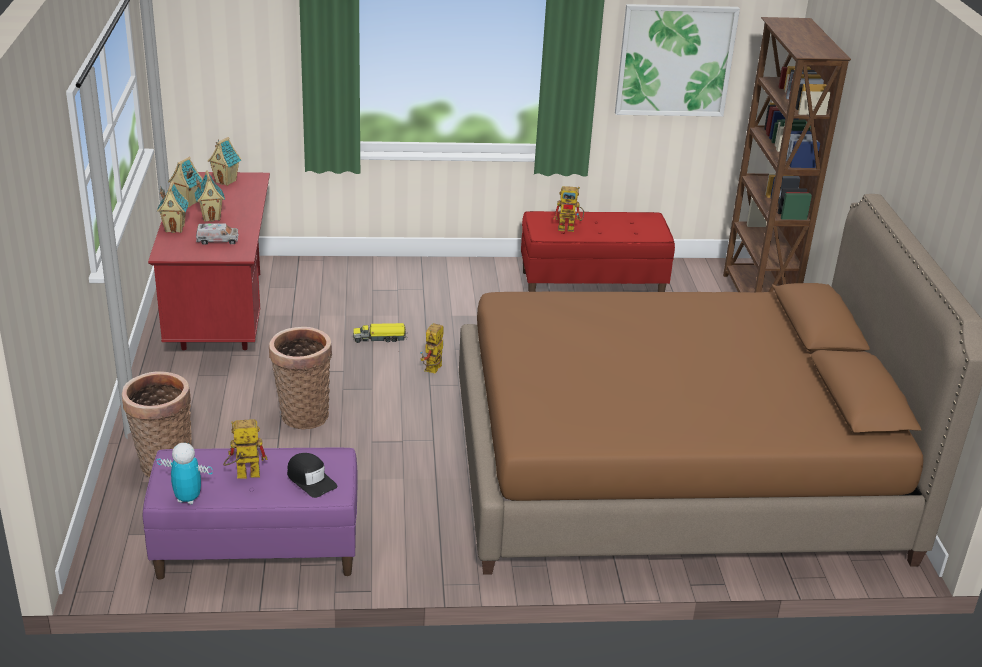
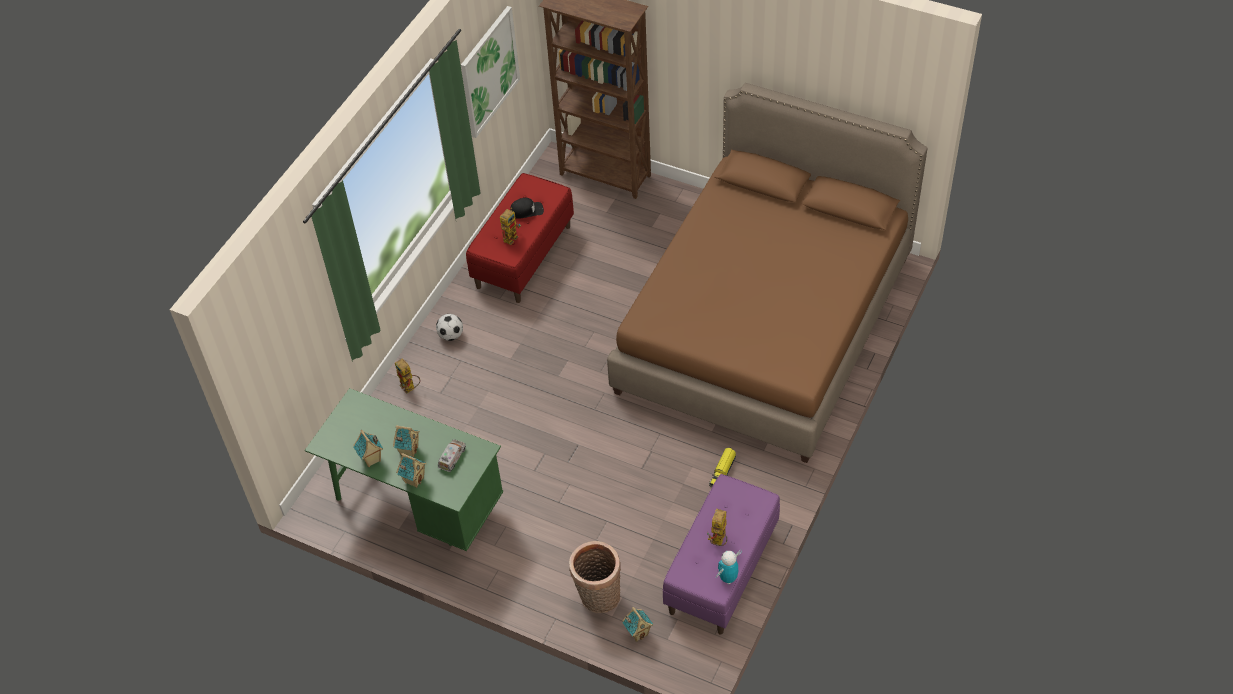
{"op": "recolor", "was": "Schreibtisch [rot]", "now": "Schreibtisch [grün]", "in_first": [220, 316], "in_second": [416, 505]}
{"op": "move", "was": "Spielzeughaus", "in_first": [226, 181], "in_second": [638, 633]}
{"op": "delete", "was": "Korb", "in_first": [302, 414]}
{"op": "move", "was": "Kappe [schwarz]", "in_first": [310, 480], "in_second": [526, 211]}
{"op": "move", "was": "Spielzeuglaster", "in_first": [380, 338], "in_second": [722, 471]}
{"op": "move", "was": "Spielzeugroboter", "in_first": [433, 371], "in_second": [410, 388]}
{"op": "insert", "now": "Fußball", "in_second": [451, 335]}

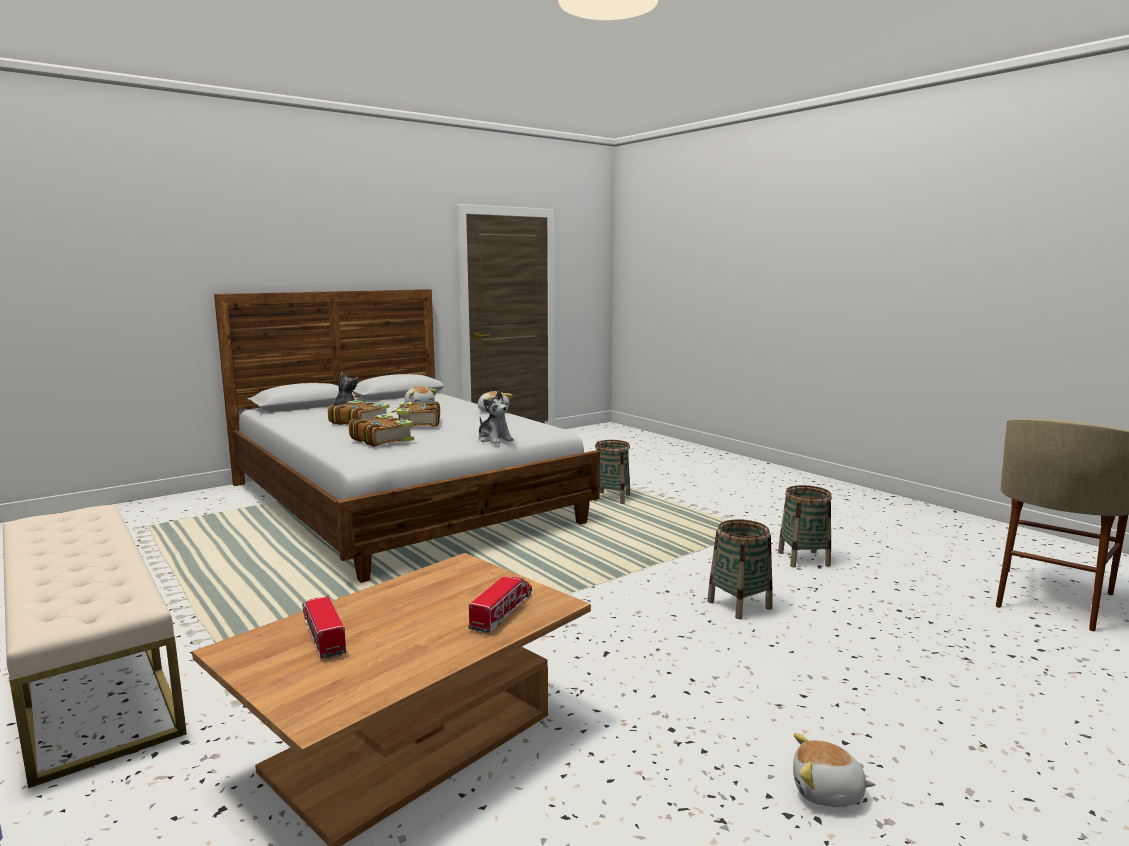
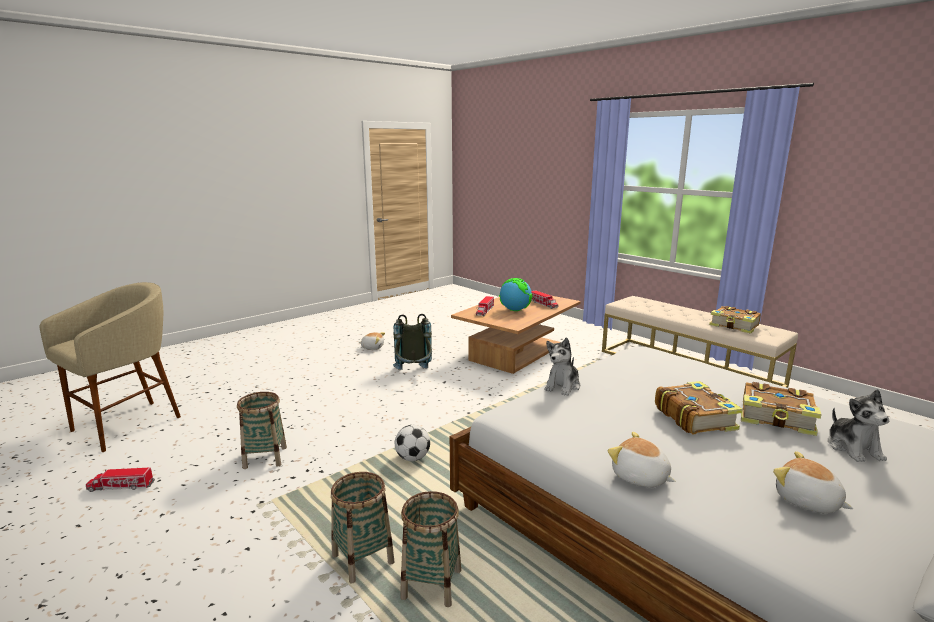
{"op": "move", "was": "Buch", "in_first": [382, 439], "in_second": [734, 326]}
{"op": "rotate", "was": "Plüschtier", "in_first": [494, 439], "in_second": [563, 386], "clockwise": -105}
{"op": "move", "was": "Korb", "in_first": [739, 605], "in_second": [363, 558]}
{"op": "insert", "now": "Spielzeuglaster", "in_second": [121, 487]}
{"op": "insert", "now": "Rucksack [grau]", "in_second": [414, 373]}
{"op": "insert", "now": "Fußball", "in_second": [412, 458]}
{"op": "insert", "now": "Globus", "in_second": [515, 310]}

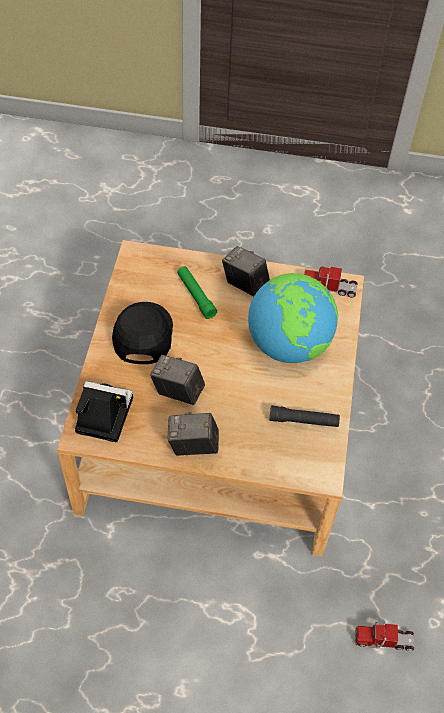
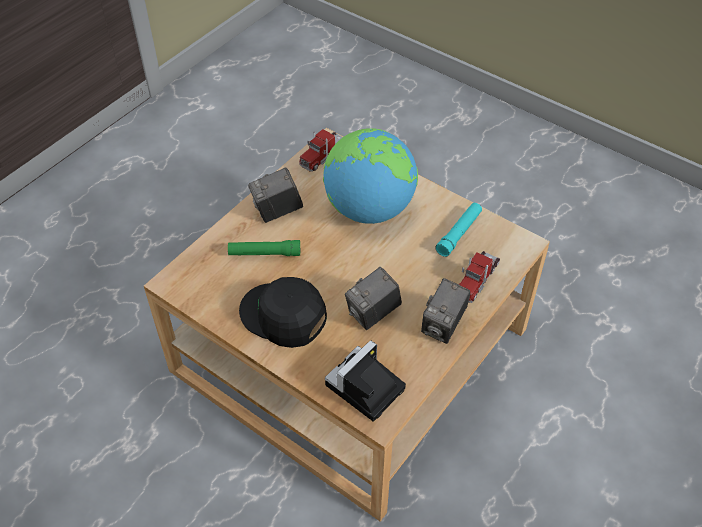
{"op": "recolor", "was": "Taschenlampe [schwarz]", "now": "Taschenlampe [türkis]", "in_first": [303, 421], "in_second": [459, 233]}
{"op": "move", "was": "Spielzeuglaster", "in_first": [383, 640], "in_second": [477, 279]}

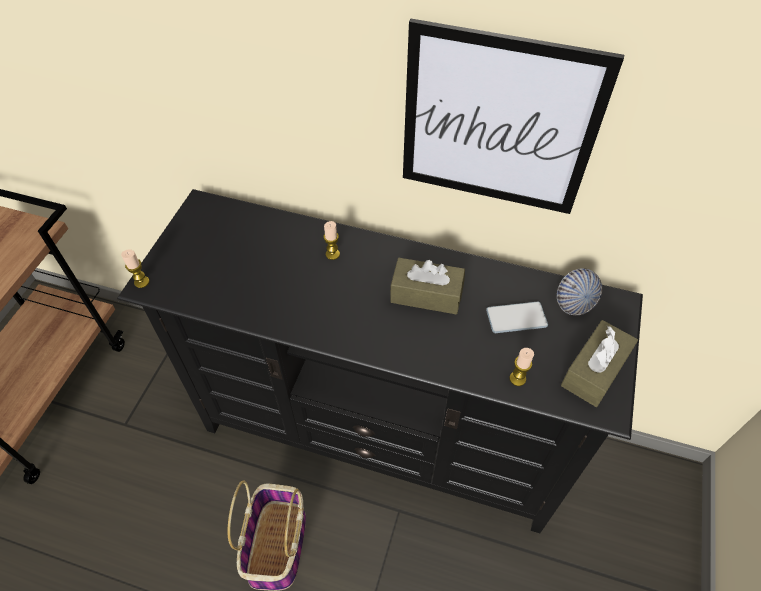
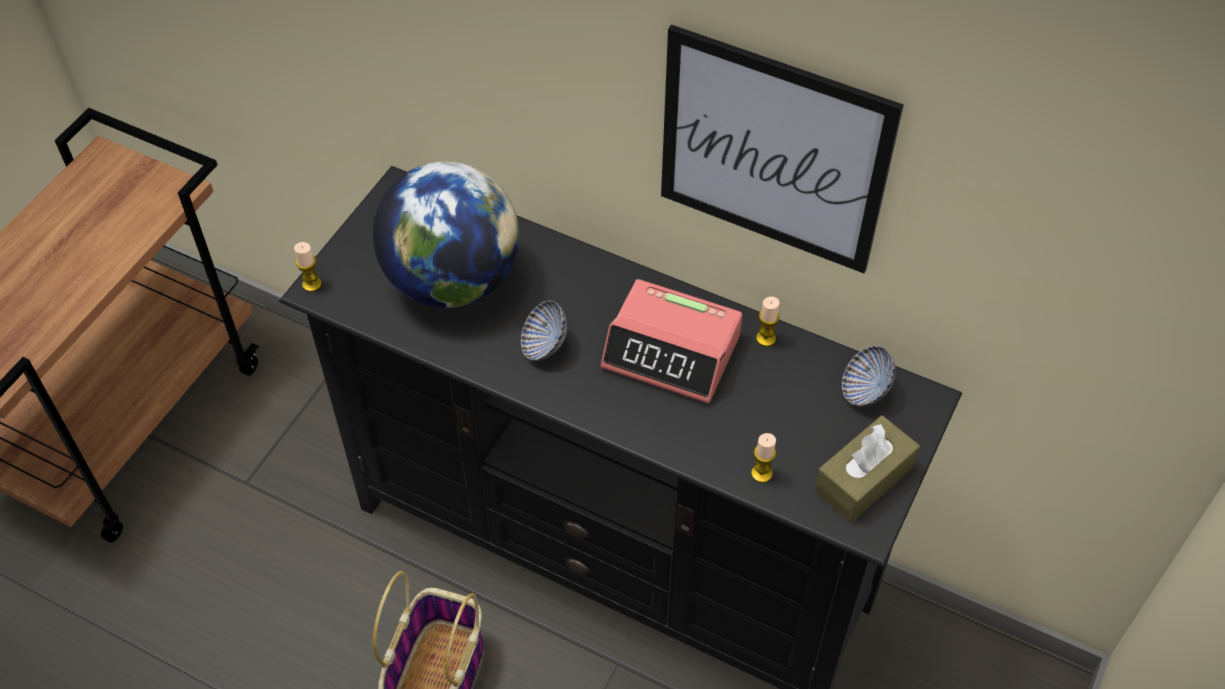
{"op": "move", "was": "Kerze", "in_first": [332, 254], "in_second": [766, 338]}
{"op": "replace", "was": "Taschentuchbox [braun]", "now": "Wecker", "in_first": [426, 294], "in_second": [672, 352]}
{"op": "delete", "was": "Handy", "in_first": [516, 318]}
{"op": "insert", "now": "Globus", "in_second": [452, 280]}
{"op": "insert", "now": "Schüssel", "in_second": [544, 345]}

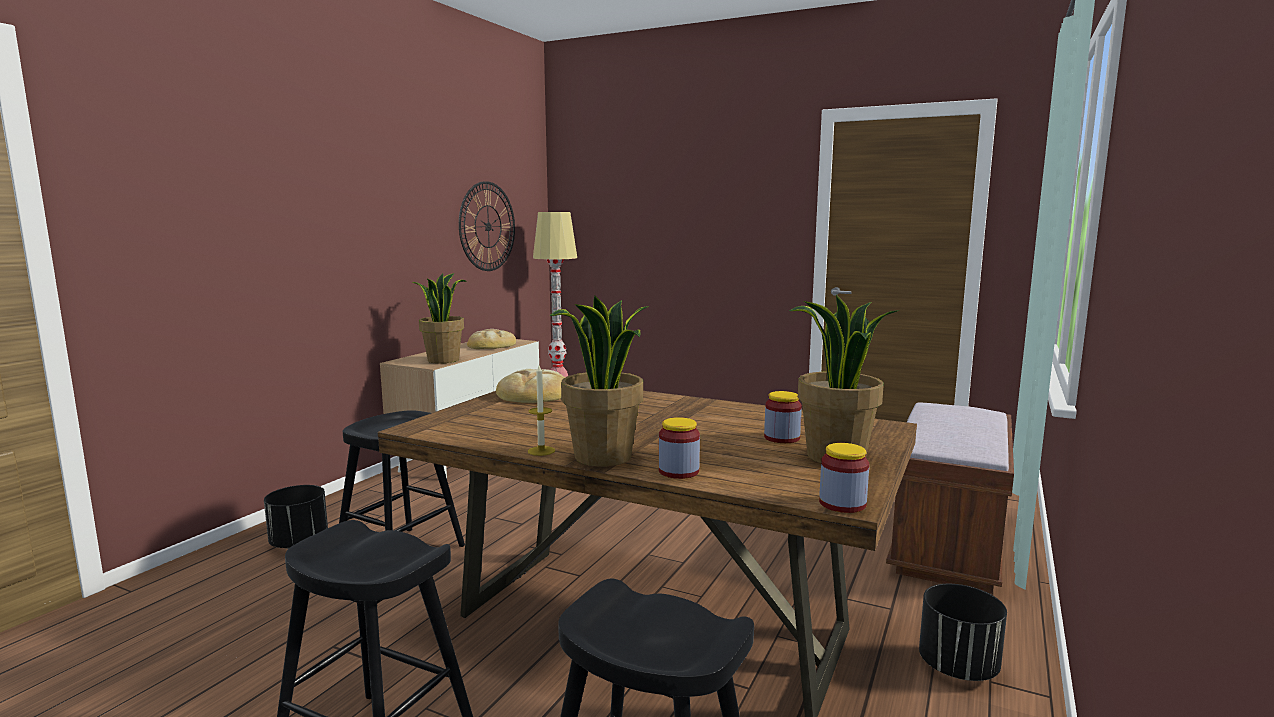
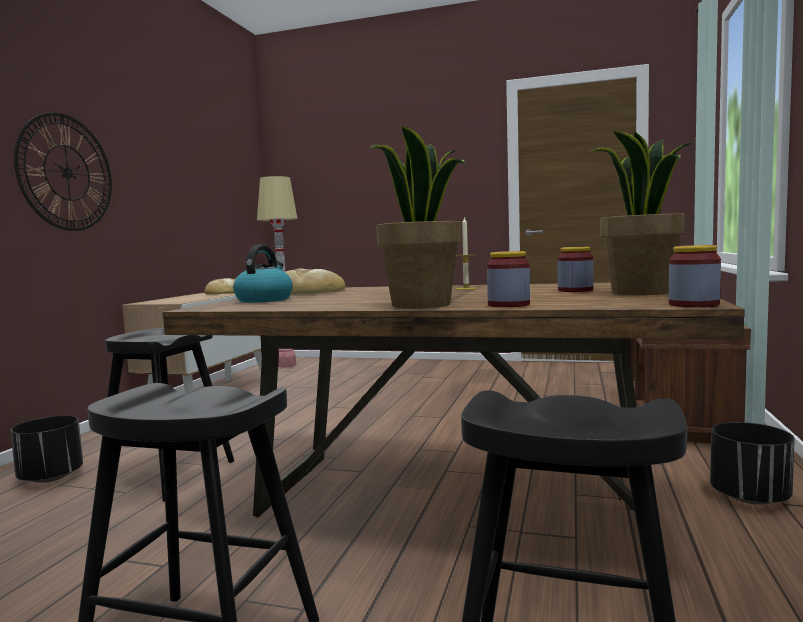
{"op": "delete", "was": "Topfpflanze", "in_first": [443, 360]}
{"op": "move", "was": "Wanduhr", "in_first": [487, 226], "in_second": [67, 173]}
{"op": "move", "was": "Kerze", "in_first": [541, 451], "in_second": [466, 289]}
{"op": "insert", "now": "Wasserkessel", "in_second": [264, 300]}

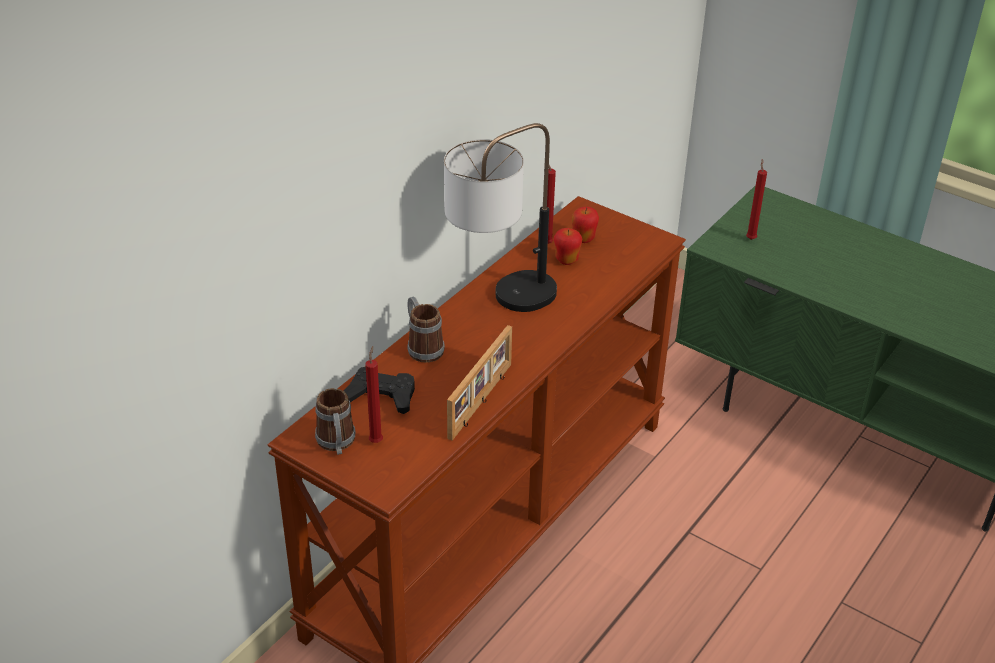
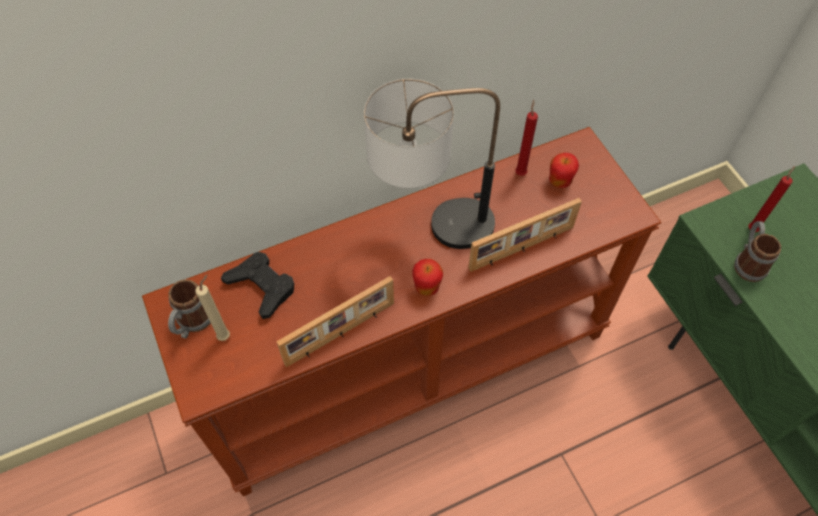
{"op": "recolor", "was": "Kerze [rot]", "now": "Kerze [beige]", "in_first": [376, 440], "in_second": [225, 335]}
{"op": "move", "was": "Henkelbecher", "in_first": [422, 346], "in_second": [748, 262]}
{"op": "move", "was": "Apfel", "in_first": [566, 260], "in_second": [427, 287]}
{"op": "insert", "now": "Bilderrahmen", "in_second": [522, 249]}

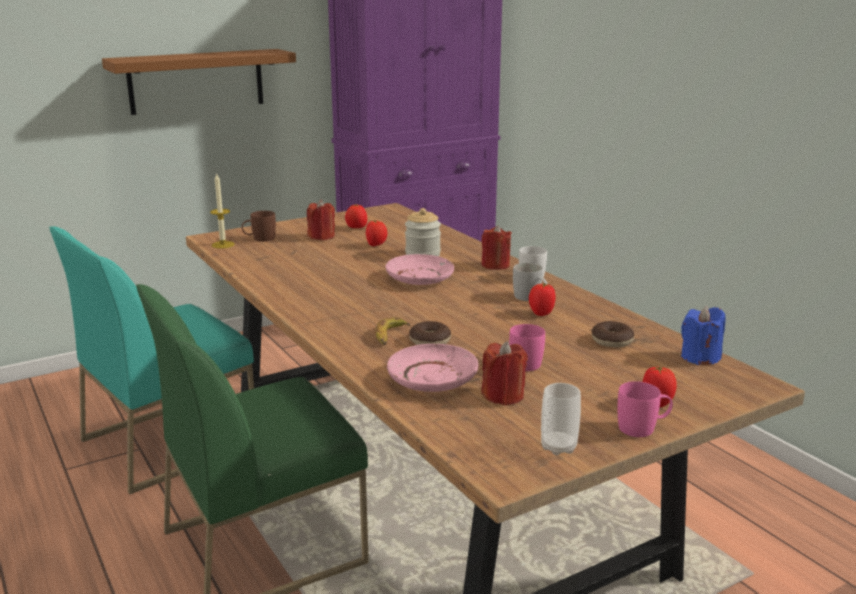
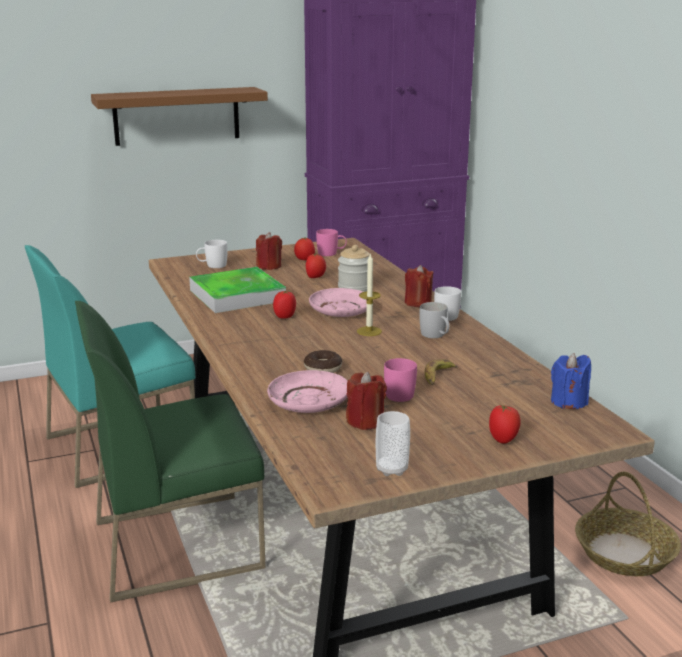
{"op": "move", "was": "Kerze", "in_first": [223, 245], "in_second": [369, 331]}
{"op": "recolor", "was": "Henkelbecher [braun]", "now": "Henkelbecher [weiß]", "in_first": [259, 239], "in_second": [212, 266]}
{"op": "move", "was": "Banane", "in_first": [390, 336], "in_second": [438, 377]}
{"op": "move", "was": "Tomate", "in_first": [541, 313], "in_second": [285, 317]}
{"op": "delete", "was": "Donut", "in_first": [612, 341]}
{"op": "move", "was": "Henkelbecher [rosa]", "in_first": [643, 428], "in_second": [331, 253]}
{"op": "insert", "now": "Tablett", "in_second": [237, 295]}
{"op": "insert", "now": "Korb", "in_second": [625, 553]}

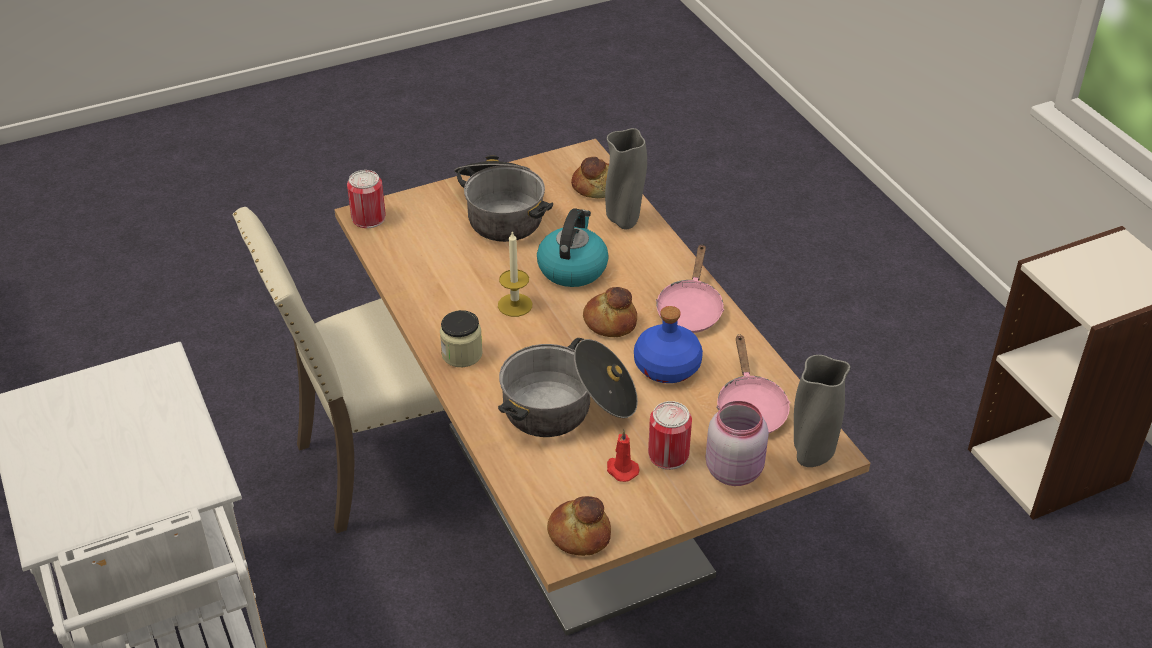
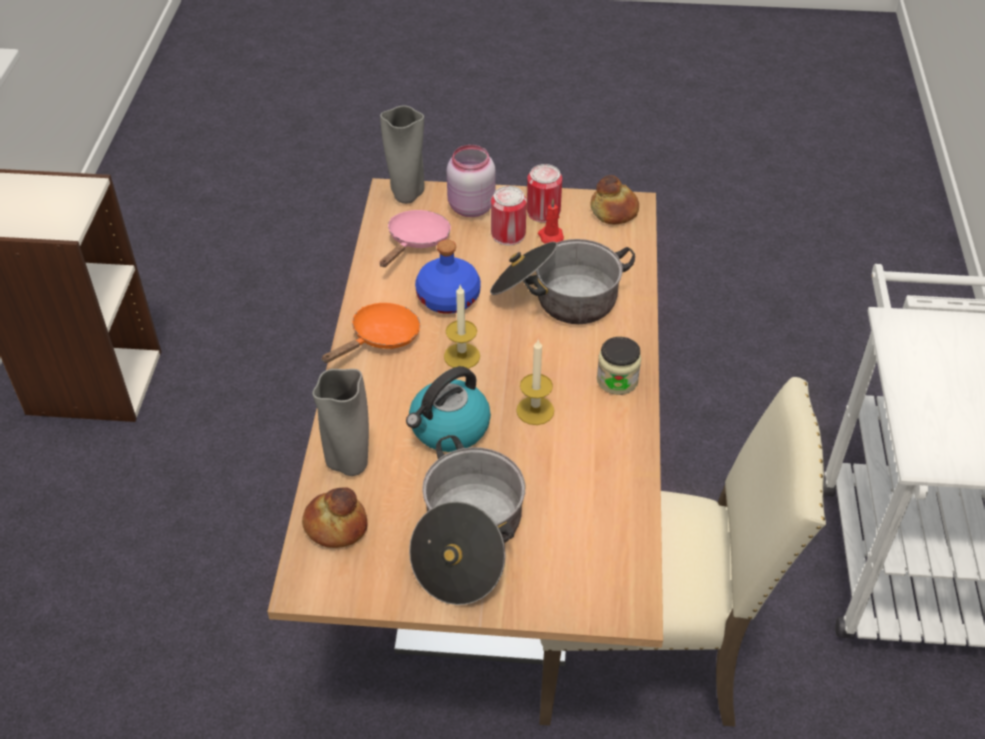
{"op": "move", "was": "Dose", "in_first": [368, 218], "in_second": [543, 212]}
{"op": "replace", "was": "Brot", "now": "Kerze", "in_first": [609, 322], "in_second": [462, 356]}
{"op": "recolor", "was": "Pfanne [rosa]", "now": "Pfanne [orange]", "in_first": [690, 309], "in_second": [380, 338]}

